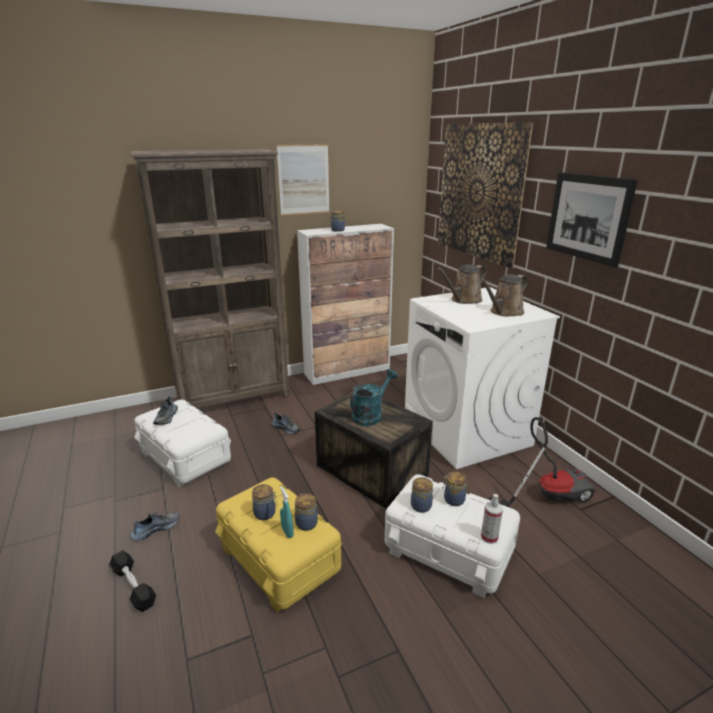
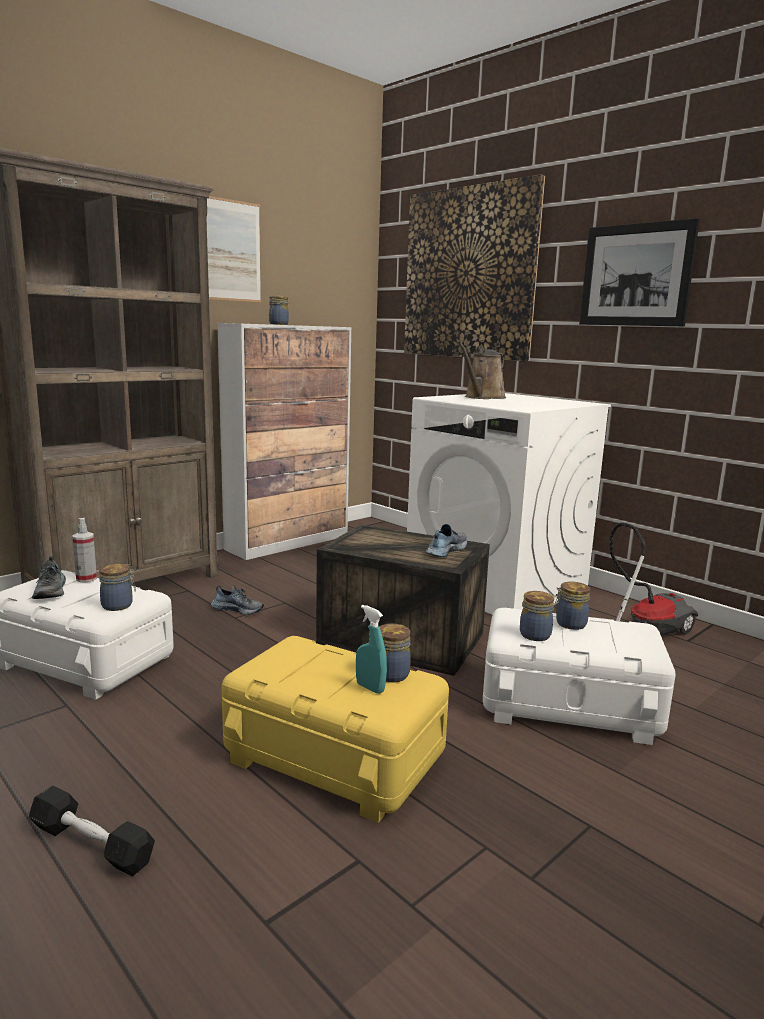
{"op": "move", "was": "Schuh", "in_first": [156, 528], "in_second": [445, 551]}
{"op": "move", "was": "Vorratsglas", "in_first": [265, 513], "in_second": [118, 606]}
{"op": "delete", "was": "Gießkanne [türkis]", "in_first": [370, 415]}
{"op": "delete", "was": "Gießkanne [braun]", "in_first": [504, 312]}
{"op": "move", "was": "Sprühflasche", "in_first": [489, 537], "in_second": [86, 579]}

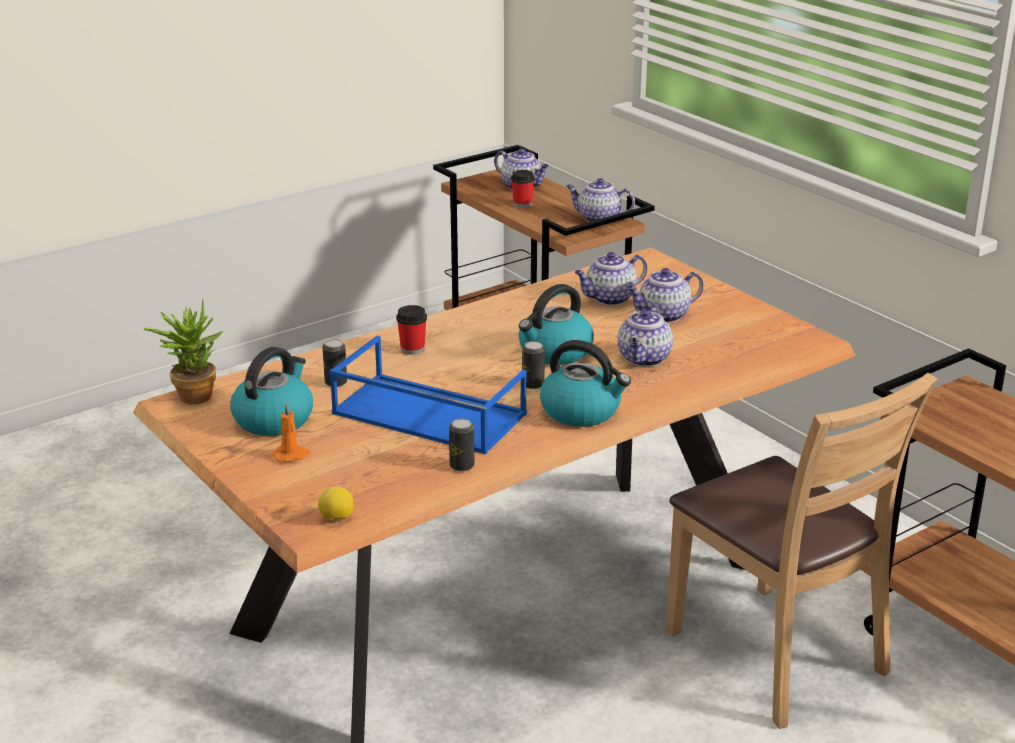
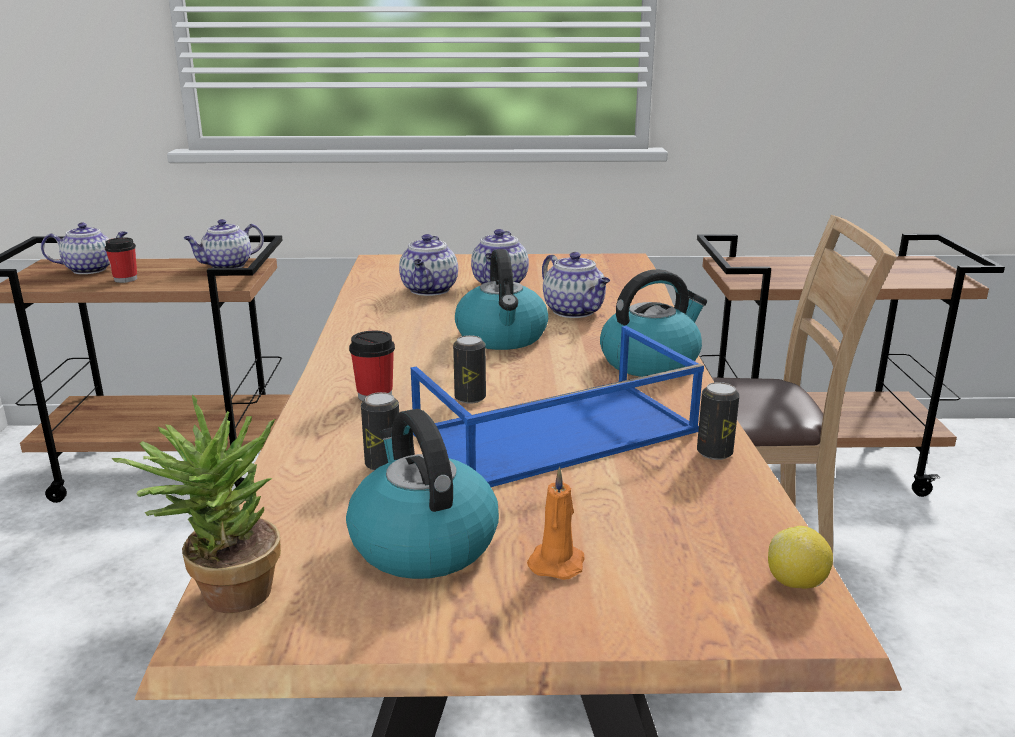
{"op": "move", "was": "Dose", "in_first": [533, 385], "in_second": [470, 398]}

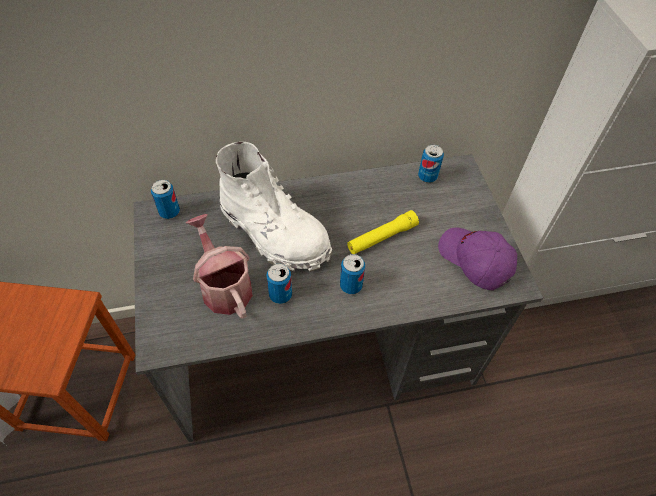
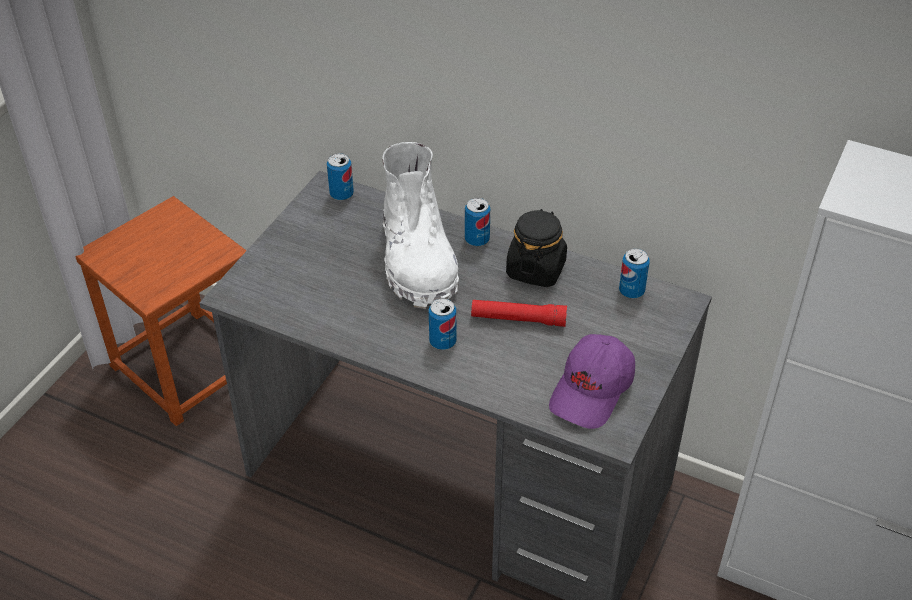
{"op": "delete", "was": "Gießkanne", "in_first": [224, 286]}
{"op": "move", "was": "Dose", "in_first": [280, 295], "in_second": [477, 240]}
{"op": "recolor", "was": "Taschenlampe [gelb]", "now": "Taschenlampe [rot]", "in_first": [381, 237], "in_second": [518, 319]}
{"op": "rotate", "was": "Kappe [lila]", "in_first": [474, 261], "in_second": [592, 391], "clockwise": -150}
{"op": "insert", "now": "Vorratsglas [schwarz]", "in_second": [536, 269]}

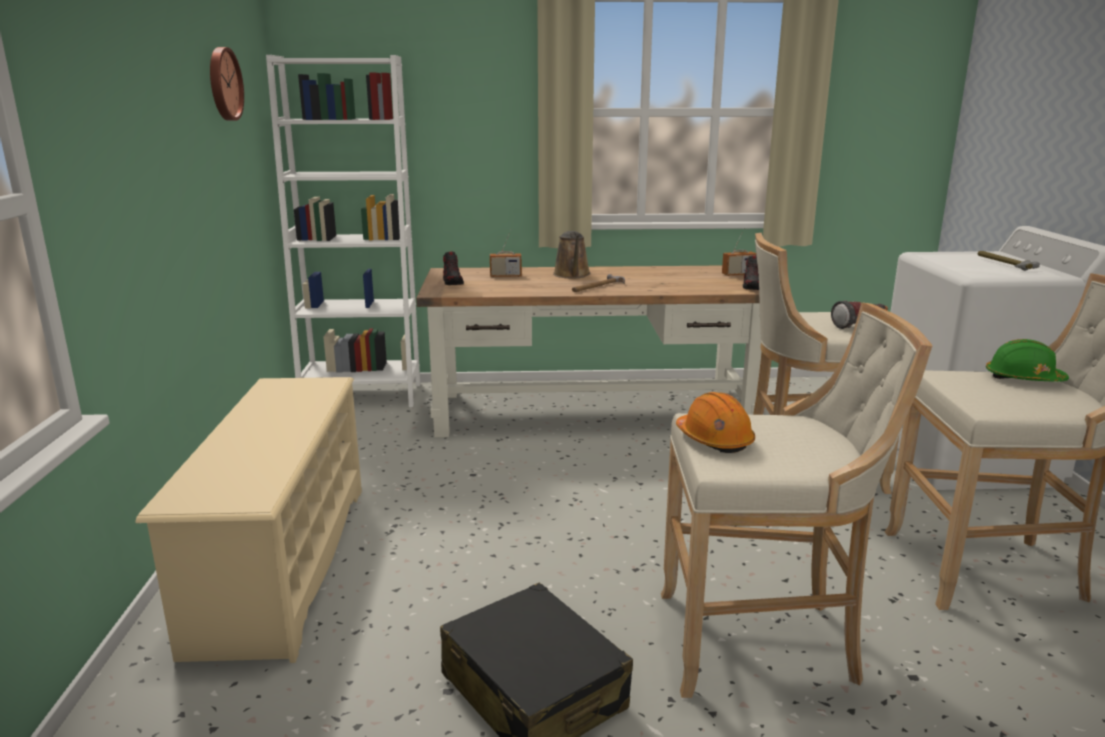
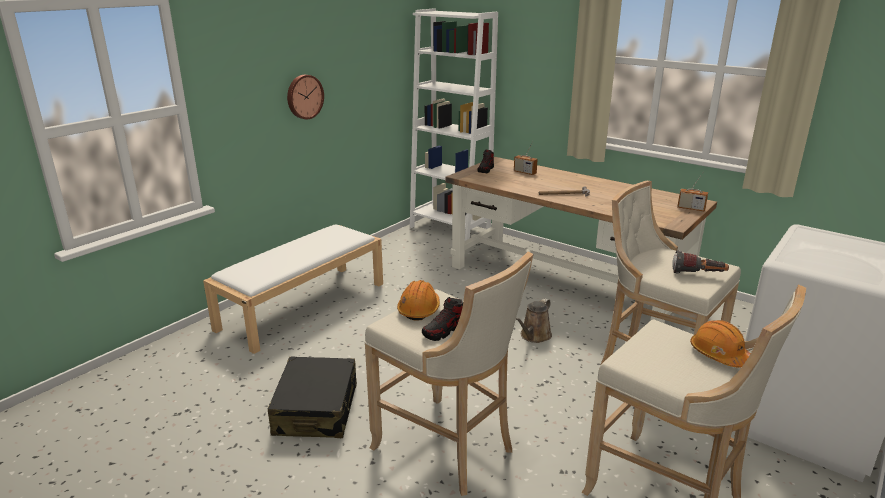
{"op": "replace", "was": "Schuhregal [beige]", "now": "Bank [weiß]", "in_first": [283, 563], "in_second": [303, 305]}
{"op": "move", "was": "Wanduhr", "in_first": [223, 84], "in_second": [304, 96]}
{"op": "move", "was": "Gießkanne [braun]", "in_first": [572, 275], "in_second": [534, 336]}
{"op": "move", "was": "Schuh", "in_first": [752, 286], "in_second": [445, 331]}
{"op": "delete", "was": "Hammer", "in_first": [1003, 264]}
{"op": "recolor", "was": "Schutzhelm [grün]", "now": "Schutzhelm [orange]", "in_first": [1023, 379], "in_second": [719, 355]}

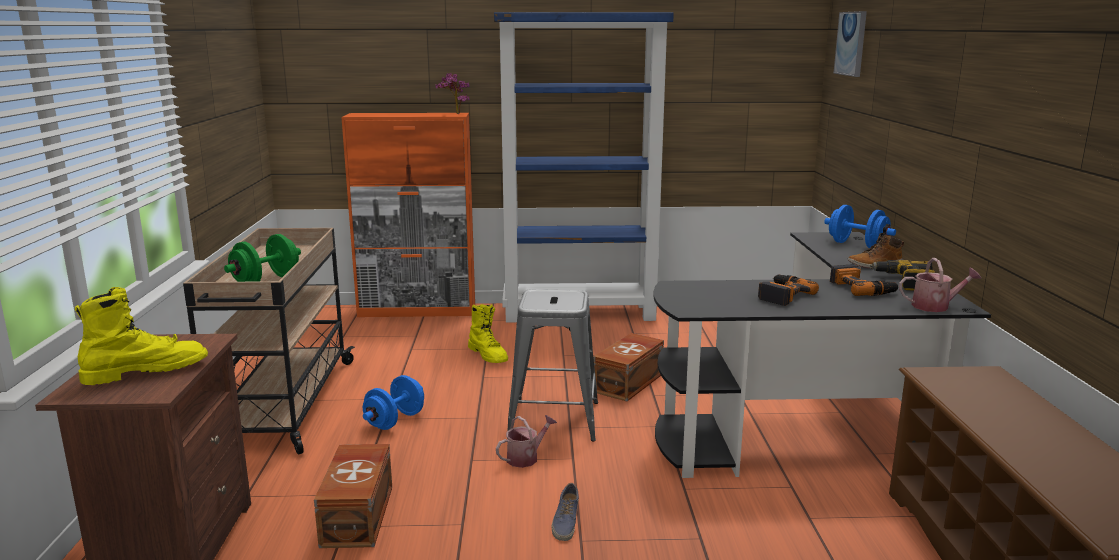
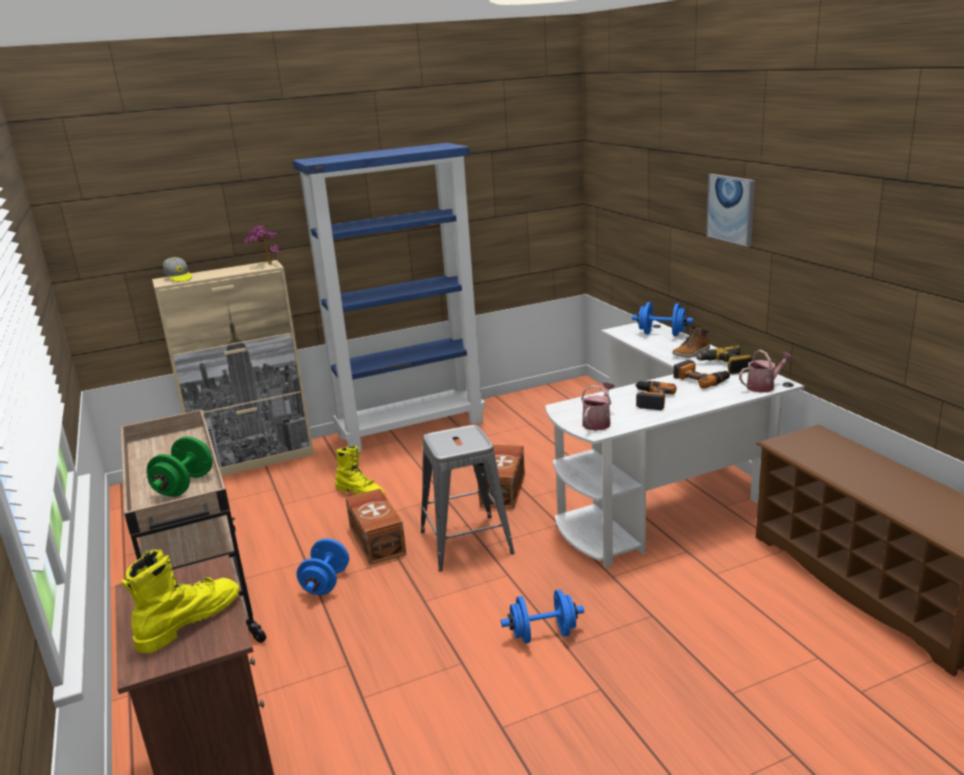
{"op": "move", "was": "Aufbewahrungsbox [braun]", "in_first": [359, 515], "in_second": [378, 540]}
{"op": "recolor", "was": "Schrank [orange]", "now": "Schrank [beige]", "in_first": [418, 310], "in_second": [255, 460]}
{"op": "move", "was": "Gießkanne", "in_first": [526, 457], "in_second": [598, 422]}
{"op": "replace", "was": "Schuh", "now": "Hantel [blau]", "in_first": [565, 522], "in_second": [543, 634]}
{"op": "recolor", "was": "Schreibtisch [schwarz]", "now": "Schreibtisch [weiß]", "in_first": [813, 422], "in_second": [667, 489]}
{"op": "move", "was": "Bild", "in_first": [851, 43], "in_second": [731, 209]}
{"op": "insert", "now": "Kappe", "in_second": [179, 278]}

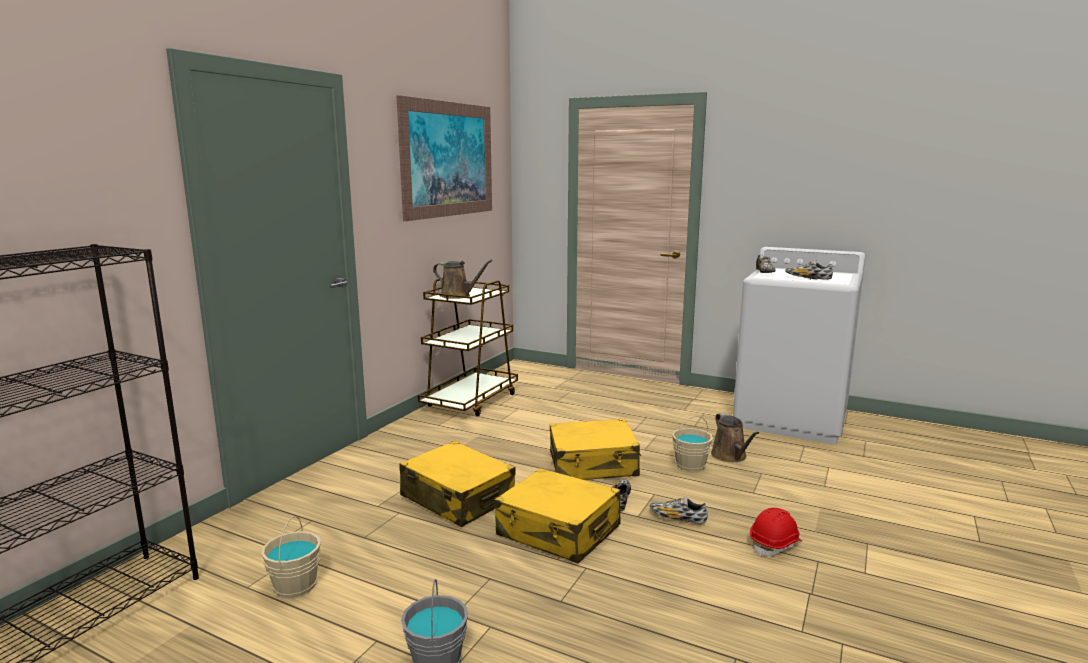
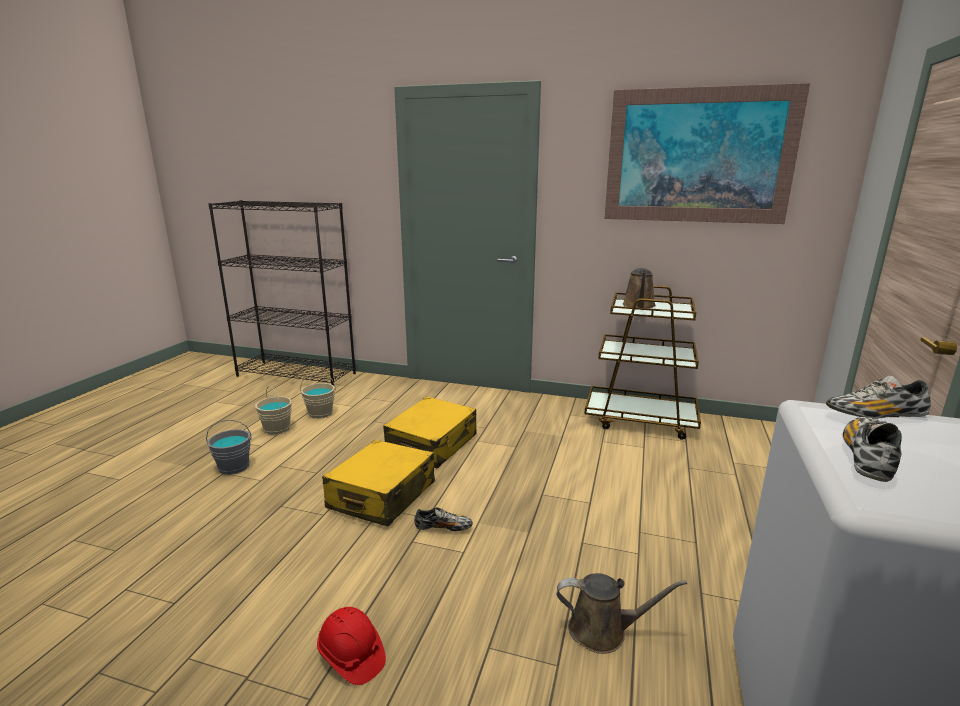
{"op": "delete", "was": "Koffer [gelb]", "in_first": [593, 465]}
{"op": "delete", "was": "Schuh", "in_first": [677, 519]}
{"op": "move", "was": "Eimer [beige]", "in_first": [690, 465], "in_second": [277, 429]}
{"op": "rotate", "was": "Gießkanne [braun]", "in_first": [730, 456], "in_second": [603, 630], "clockwise": -150}

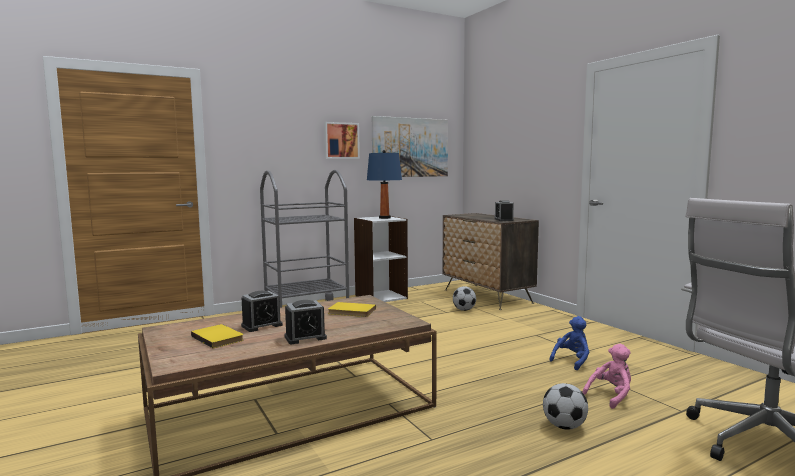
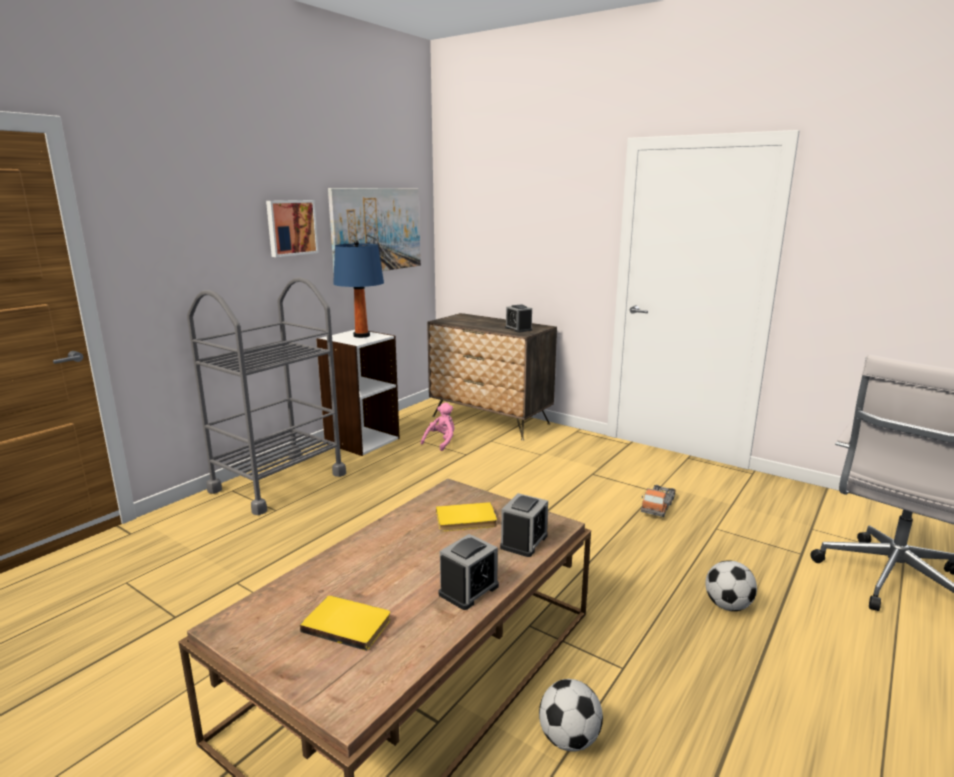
{"op": "move", "was": "Wecker", "in_first": [262, 325], "in_second": [524, 541]}
{"op": "move", "was": "Fußball", "in_first": [464, 310], "in_second": [569, 740]}
{"op": "replace", "was": "Plüschtier [blau]", "now": "Spielzeuglaster", "in_first": [572, 361], "in_second": [658, 506]}
{"op": "move", "was": "Plüschtier [rosa]", "in_first": [611, 396], "in_second": [441, 442]}

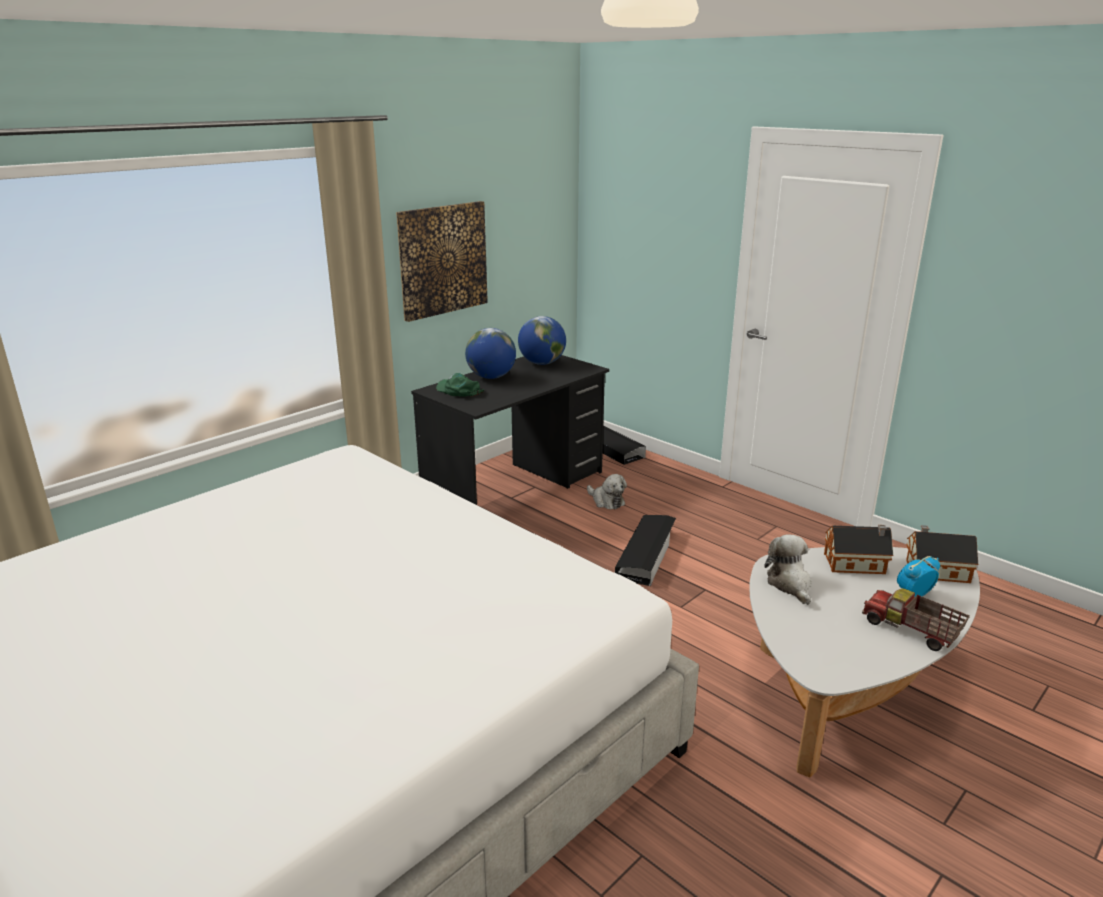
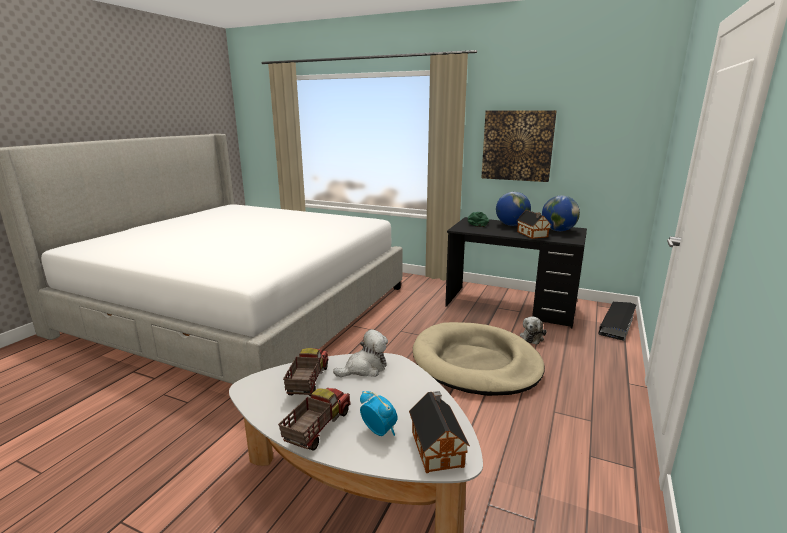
{"op": "replace", "was": "Aufbewahrungsbox [schwarz]", "now": "Hundebett [beige]", "in_first": [646, 554], "in_second": [475, 363]}
{"op": "move", "was": "Spielzeughaus", "in_first": [857, 564], "in_second": [532, 234]}
{"op": "insert", "now": "Spielzeuglaster", "in_second": [307, 382]}

